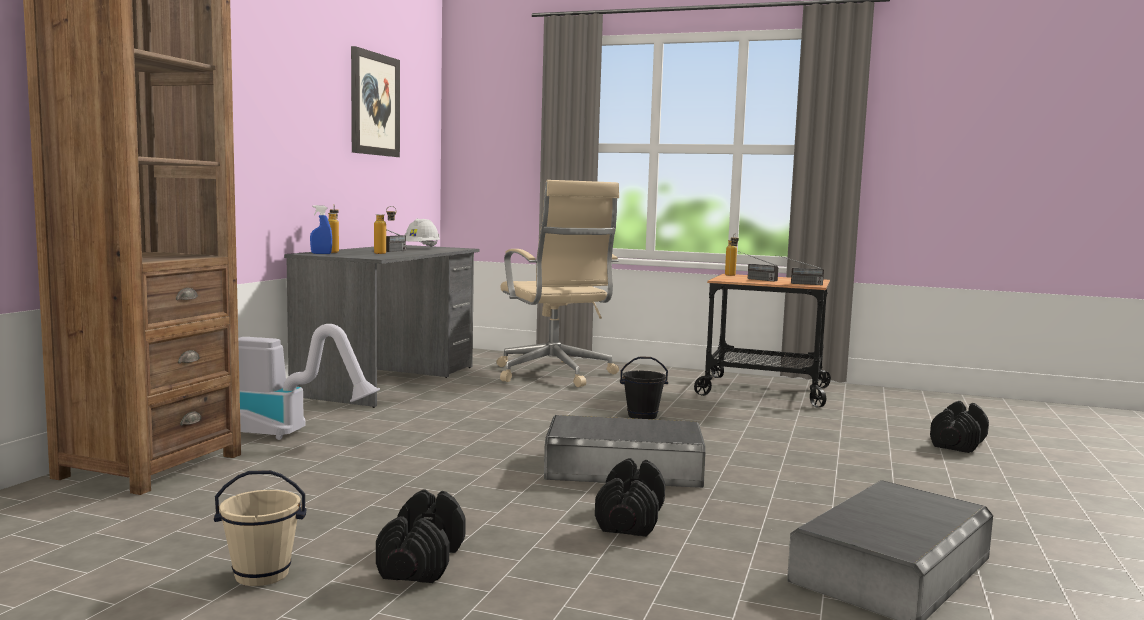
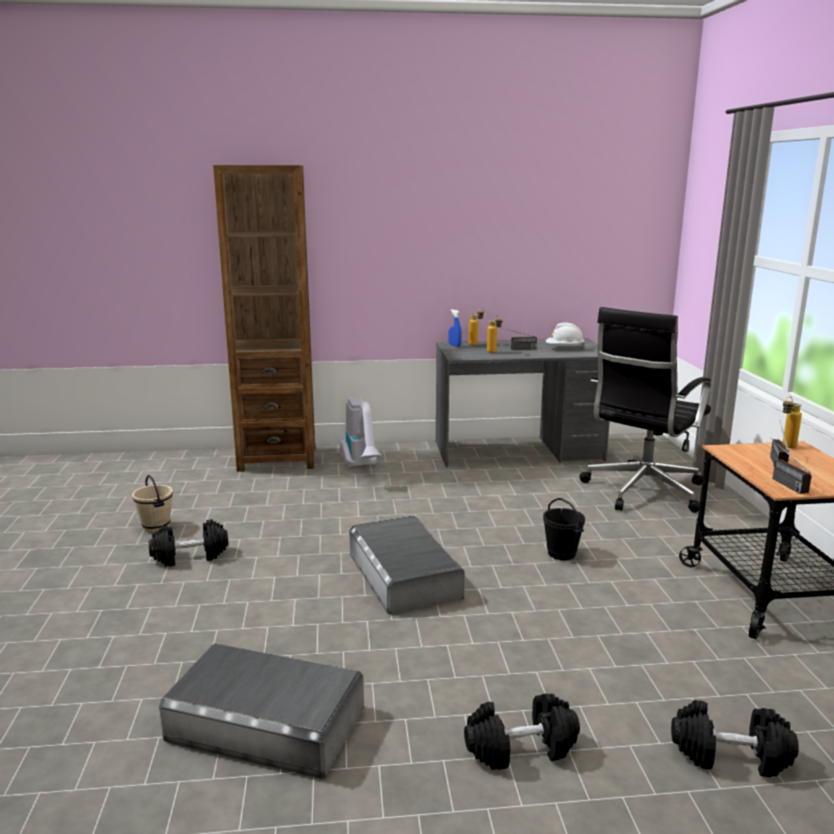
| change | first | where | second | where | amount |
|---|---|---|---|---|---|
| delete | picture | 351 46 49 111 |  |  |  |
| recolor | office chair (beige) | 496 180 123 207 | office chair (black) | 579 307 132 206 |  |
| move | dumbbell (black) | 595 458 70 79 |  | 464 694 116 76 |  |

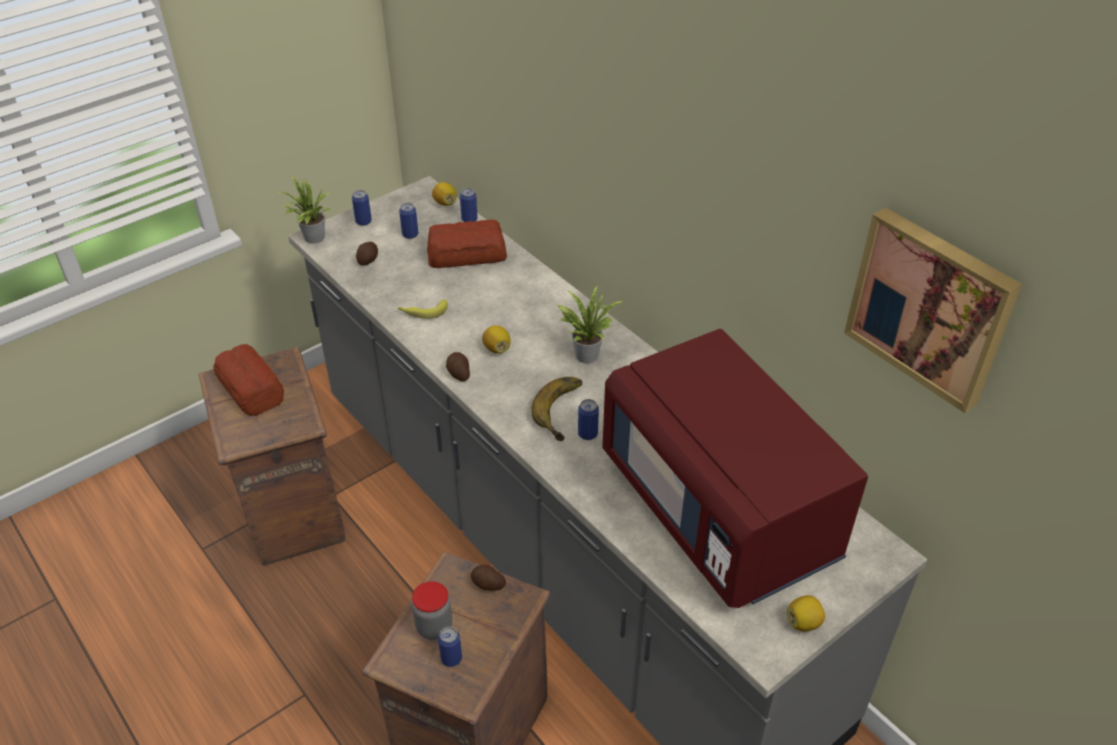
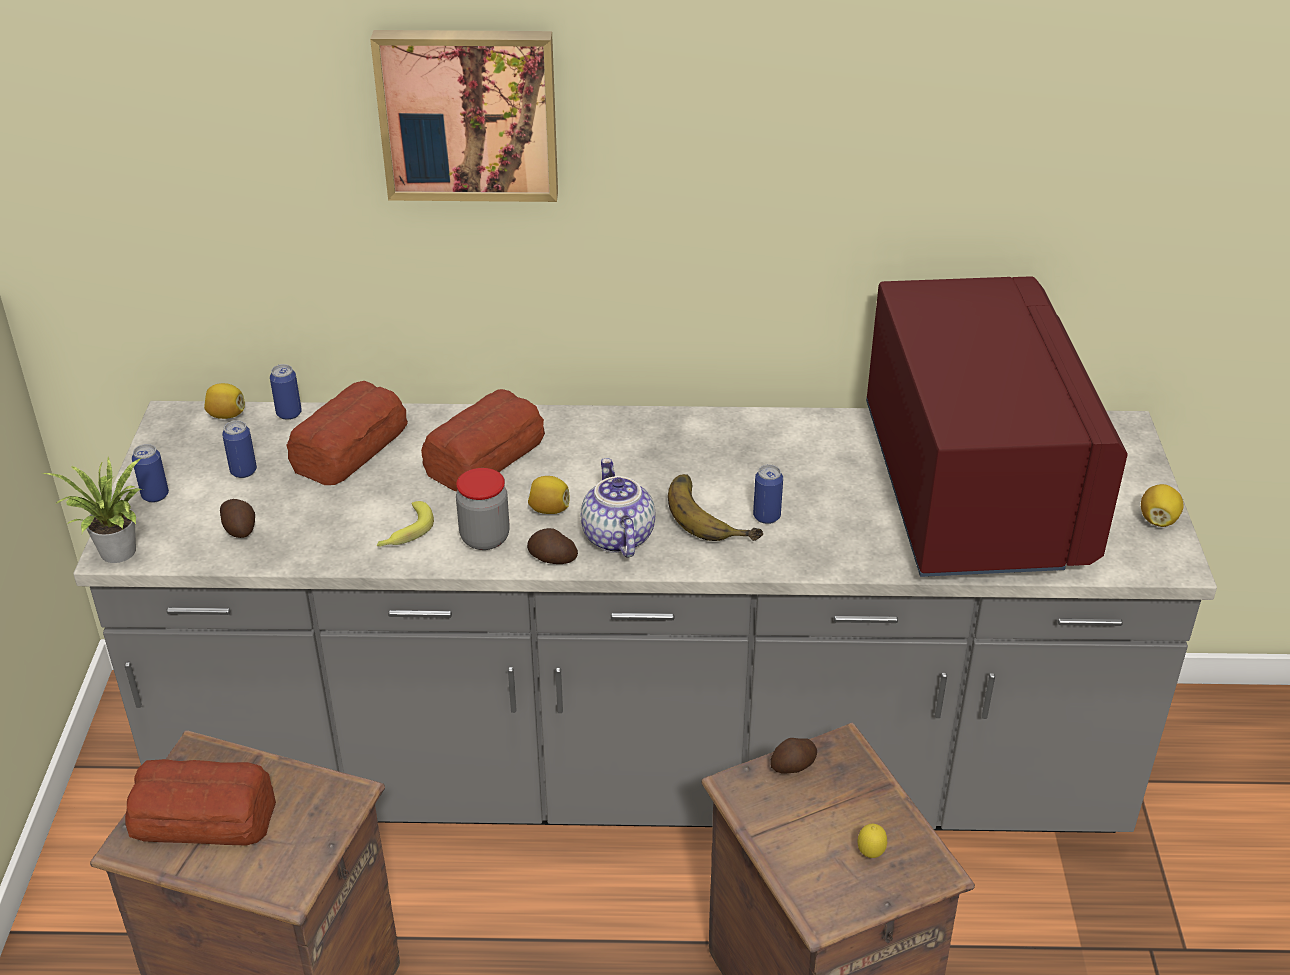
| change | first | where | second | where | amount |
|---|---|---|---|---|---|
| move | picture | 844 207 178 206 |  | 370 30 188 172 |  |
| delete | potted plant | 558 286 65 77 |  |  |  |
| rotate | microwave (red) | 602 329 266 279 |  | 866 276 262 301 | 105 degrees counterclockwise |
| move | jar | 412 581 40 59 |  | 456 468 54 82 |  |
| replace | can | 438 627 24 40 | lemon | 858 824 29 34 |  |
| insert |  |  | bread | 421 389 124 102 |  |
| insert |  |  | teapot | 581 458 74 100 |  |

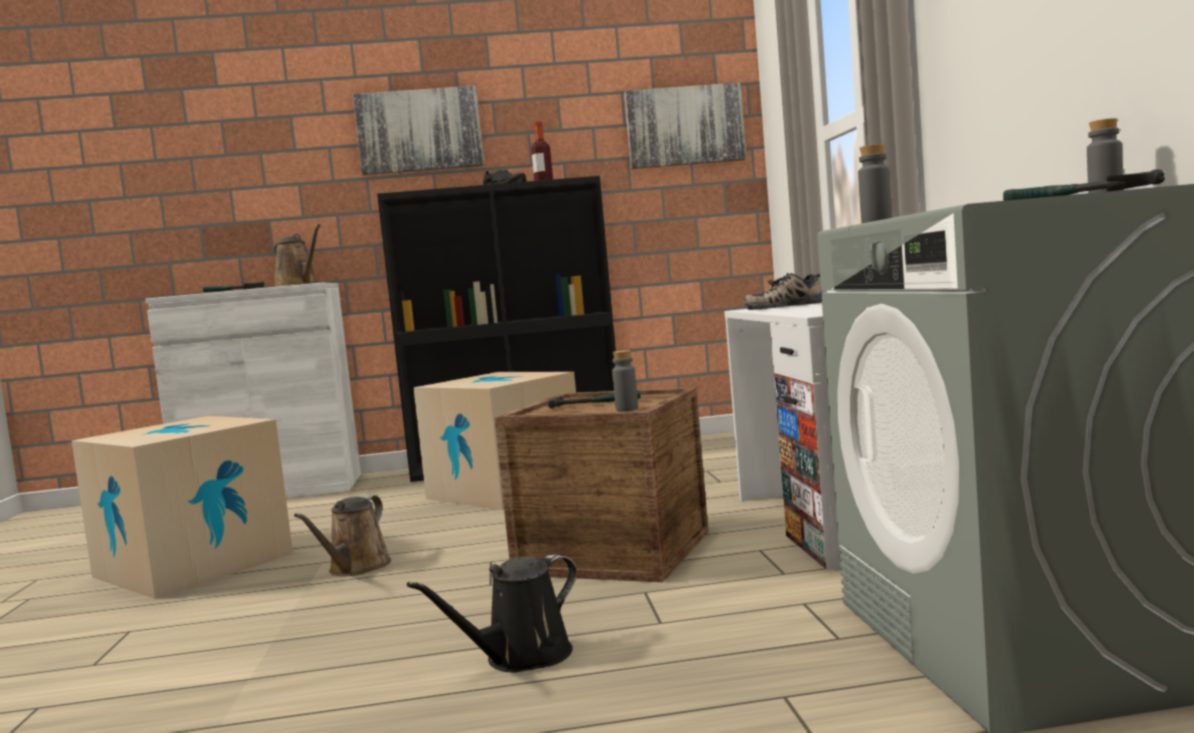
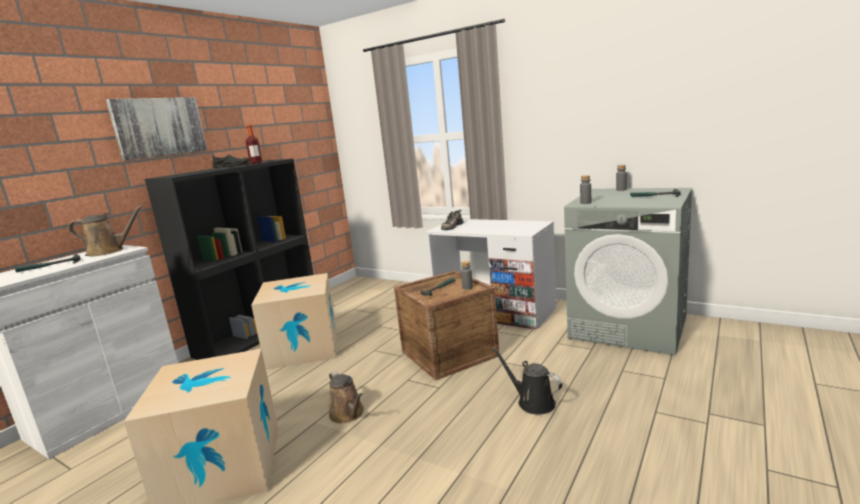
| change | first | where | second | where | amount |
|---|---|---|---|---|---|
| delete | picture | 624 83 122 86 |  |  |  |
| rotate | watering can (black) | 407 555 170 118 |  | 492 347 70 67 | 135 degrees clockwise |

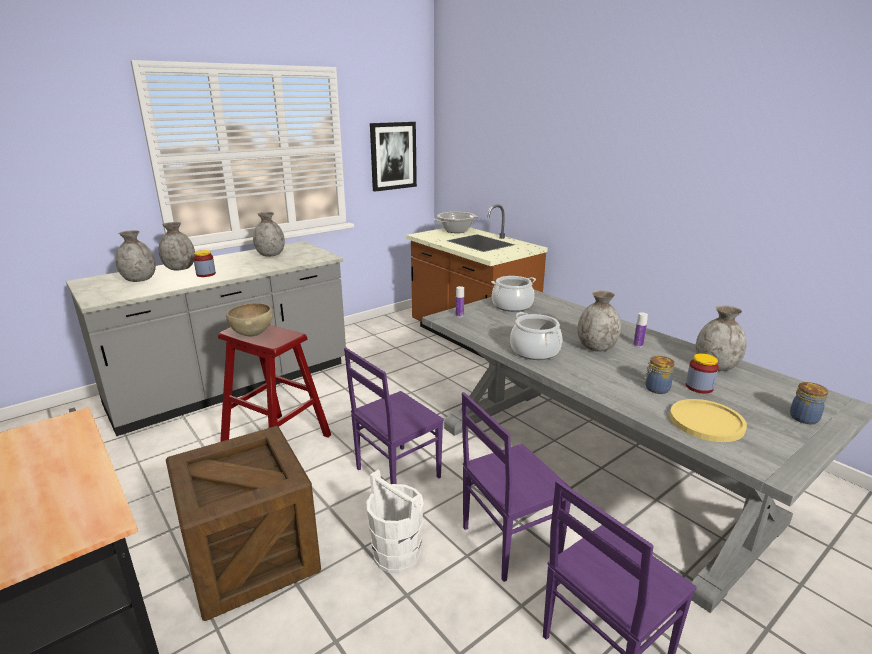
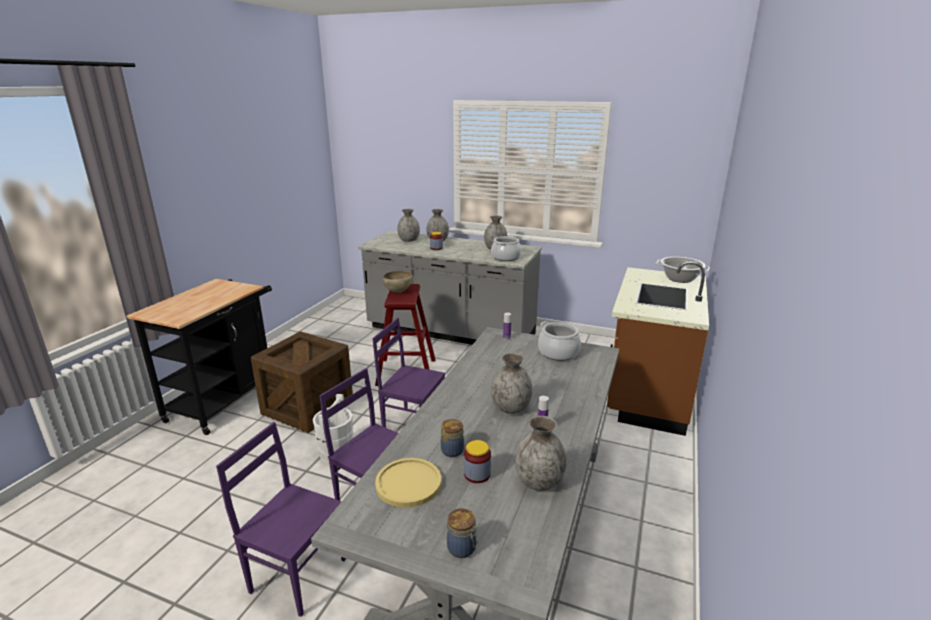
| change | first | where | second | where | amount |
|---|---|---|---|---|---|
| delete | picture | 370 122 47 70 |  |  |  |
| move | cooking pot | 510 312 52 48 |  | 491 235 30 26 |  |

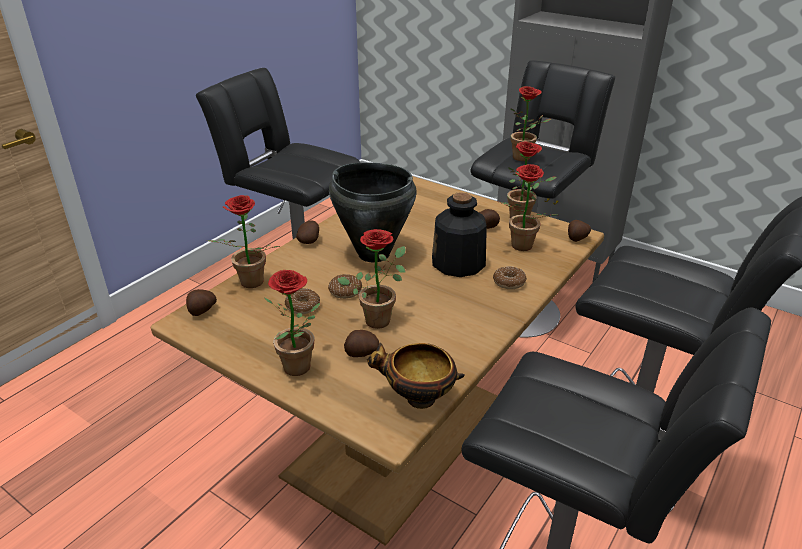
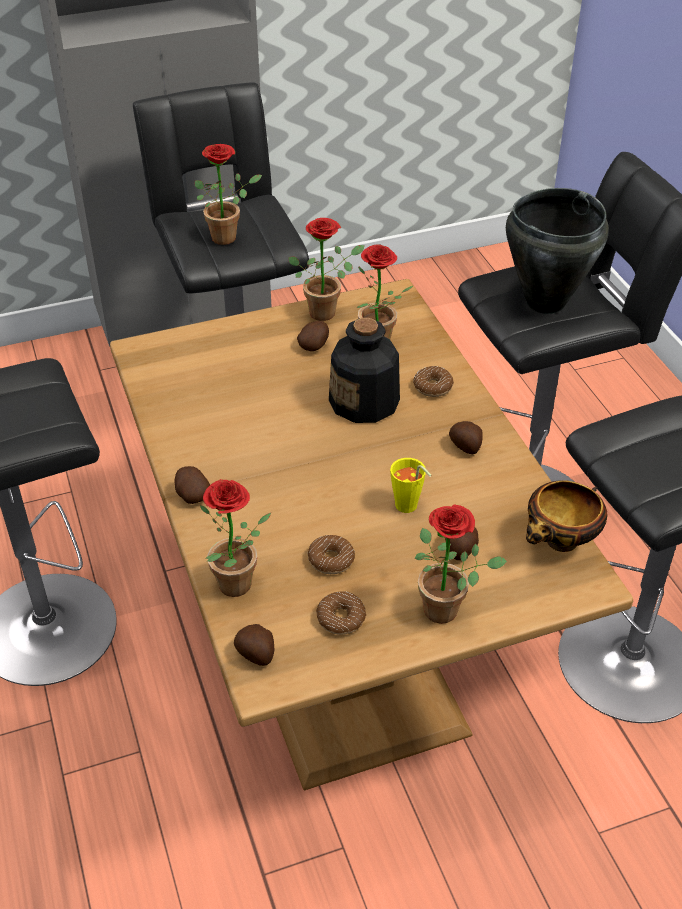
| change | first | where | second | where | amount |
|---|---|---|---|---|---|
| move | cooking pot (black) | 329 162 88 100 |  | 506 188 103 126 |  |
| move | potato | 568 220 23 22 |  | 449 421 34 33 |  |
| replace | potted plant | 337 229 69 100 | cup (yellow) | 390 458 42 55 |  |
| move | donut | 328 274 34 25 |  | 316 591 50 44 |  |

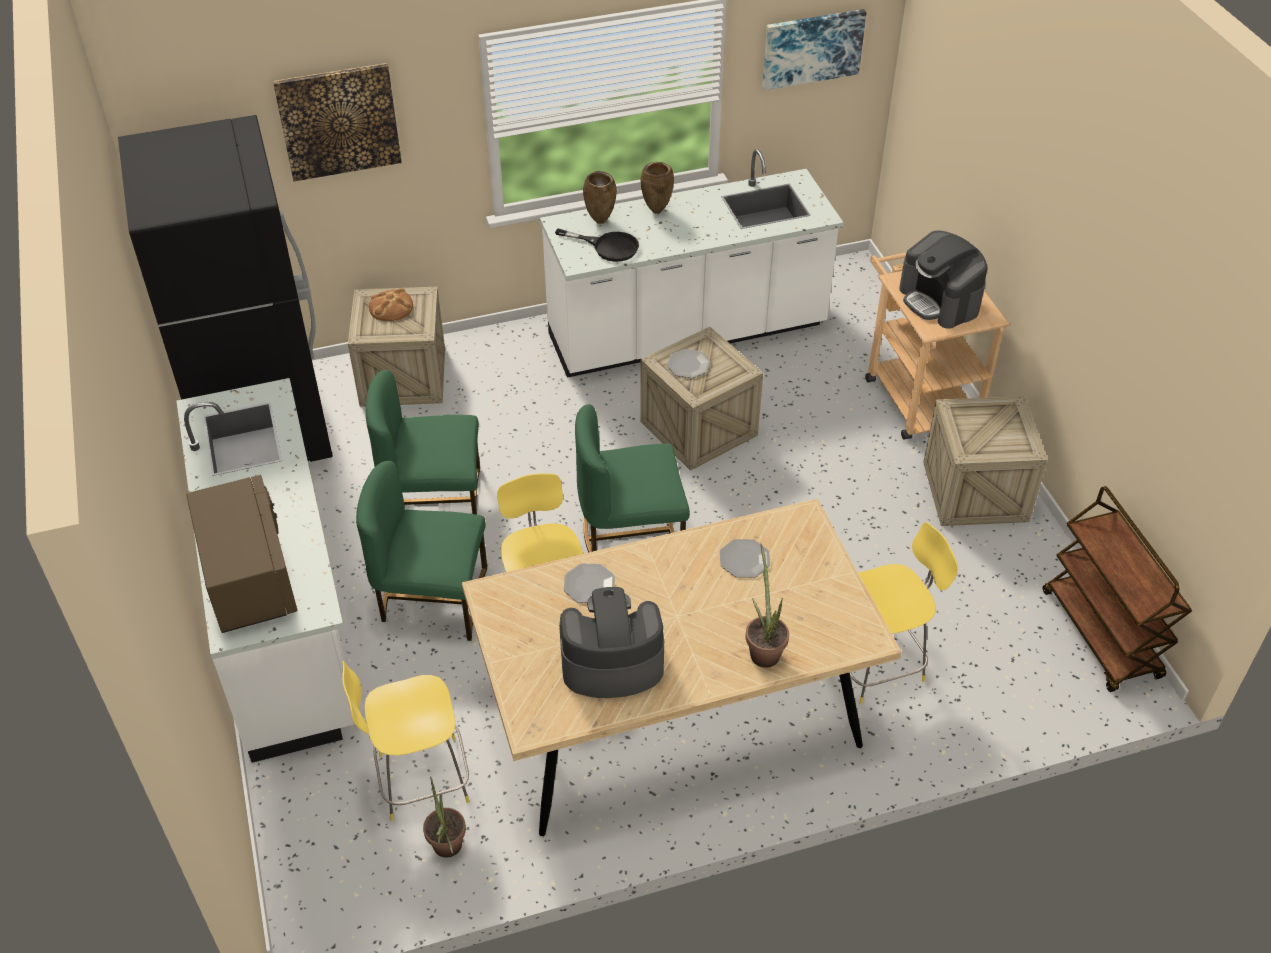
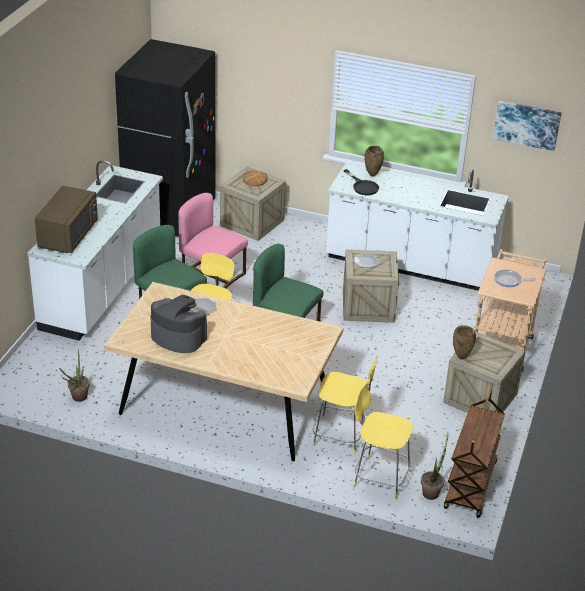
| change | first | where | second | where | amount |
|---|---|---|---|---|---|
| delete | picture | 273 63 129 118 |  |  |  |
| move | vase (brown) | 641 162 33 52 |  | 453 325 23 34 |  |
| replace | coffee machine | 899 231 89 98 | frying pan | 494 269 42 18 |  |
| recolor | chair (green) | 366 370 114 145 | chair (pink) | 178 193 70 95 |  |
| delete | plate | 720 539 50 38 |  |  |  |
| move | potted plant | 746 543 43 124 |  | 421 434 27 66 |  |
| move | stool (yellow) | 342 661 127 160 |  | 354 383 59 117 |  |

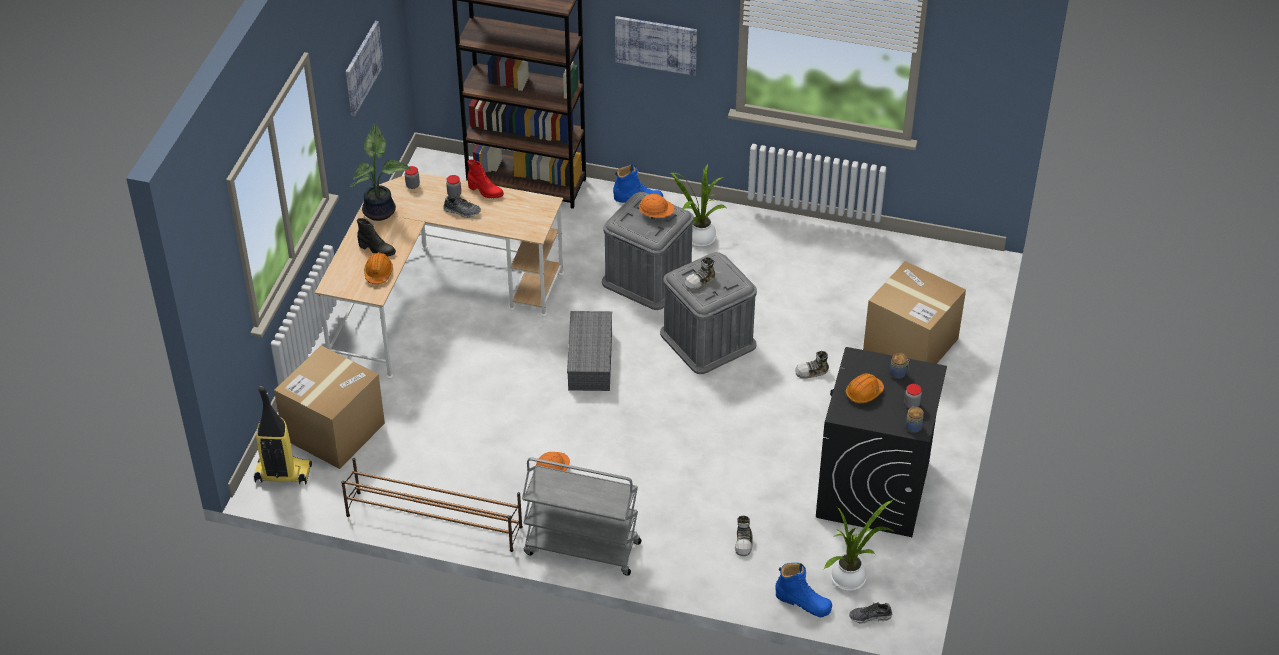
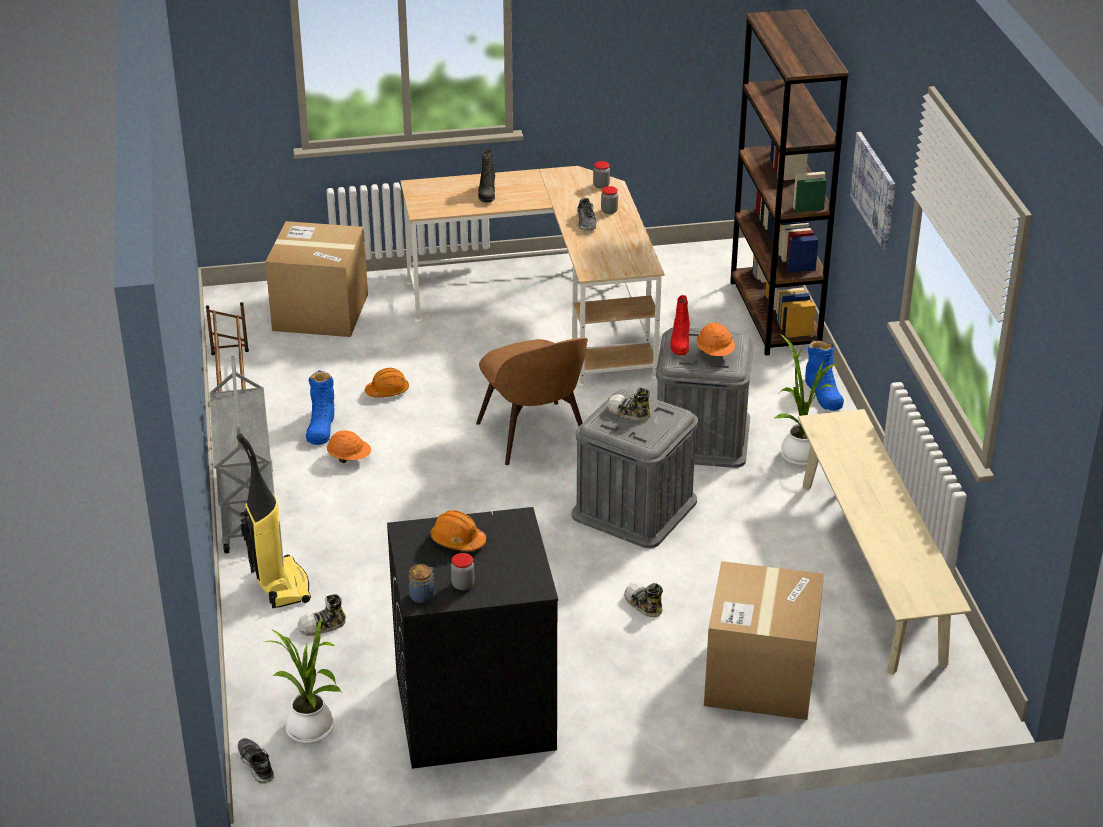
| change | first | where | second | where | amount |
|---|---|---|---|---|---|
| delete | picture | 346 21 38 95 |  |  |  |
| delete | potted plant | 350 124 61 97 |  |  |  |
| move | boot (red) | 467 160 37 38 |  | 670 295 20 60 |  |
| move | hard hat (orange) | 364 252 29 32 |  | 365 368 44 30 |  |
| replace | storage box (grey) | 567 311 45 80 | chair (brown) | 476 338 112 127 |  |
| delete | jar | 890 353 19 26 |  |  |  |
| move | vacuum cleaner | 254 386 58 98 |  | 237 434 74 174 |  |
| move | boot (blue) | 775 563 57 54 |  | 306 371 29 74 |  |
| insert |  |  | bench (beige) | 798 409 173 266 |  |

